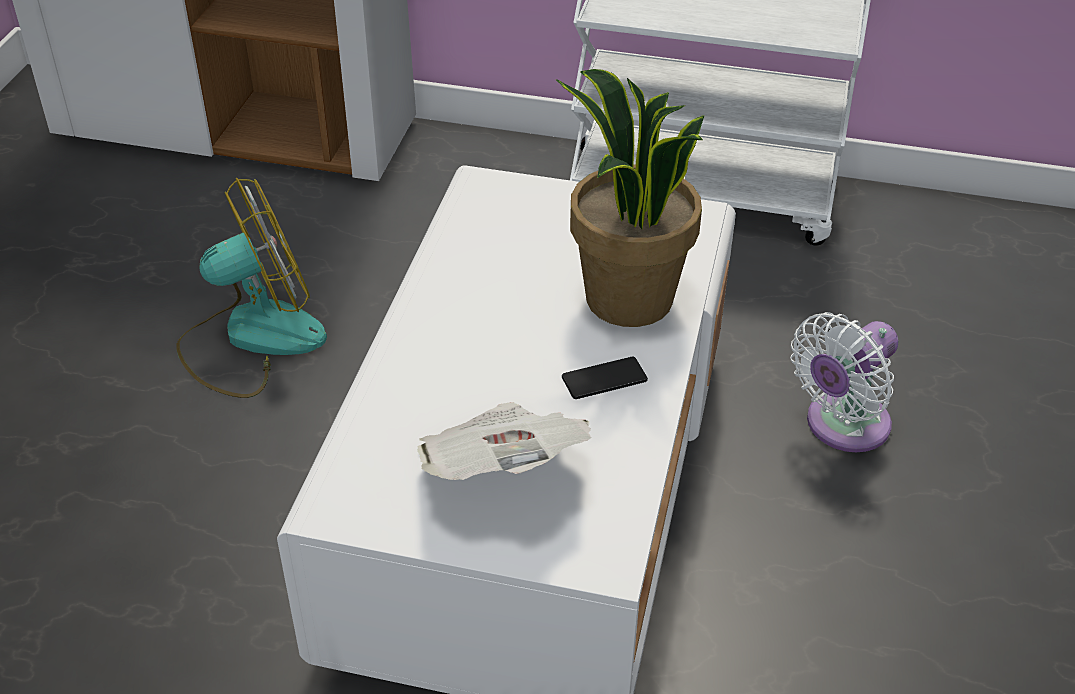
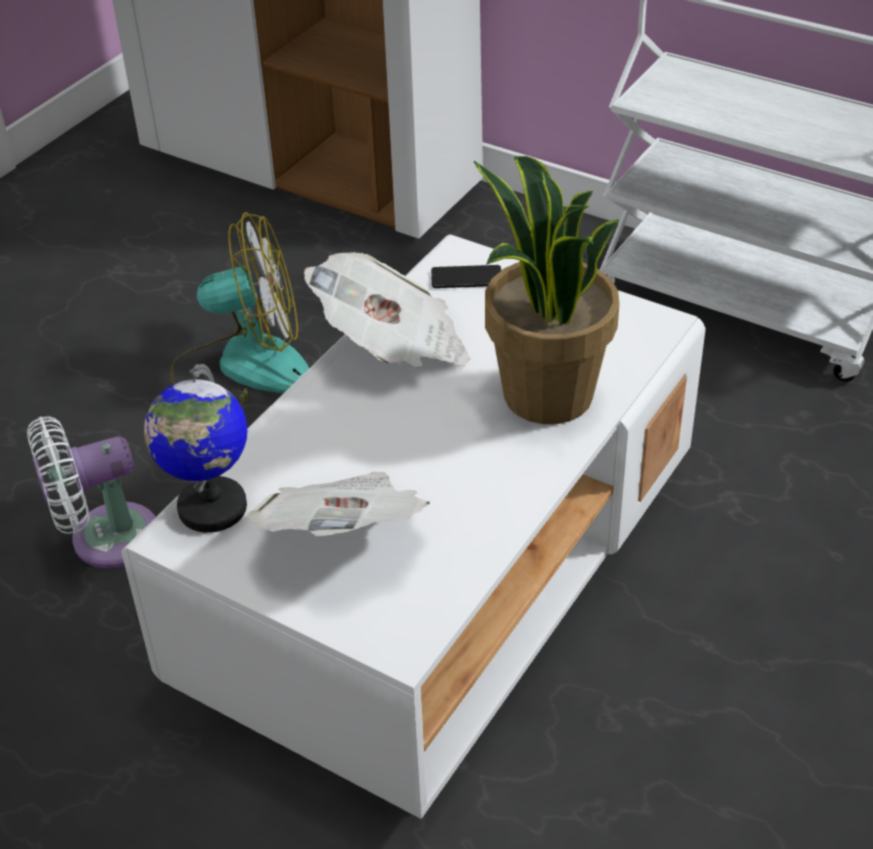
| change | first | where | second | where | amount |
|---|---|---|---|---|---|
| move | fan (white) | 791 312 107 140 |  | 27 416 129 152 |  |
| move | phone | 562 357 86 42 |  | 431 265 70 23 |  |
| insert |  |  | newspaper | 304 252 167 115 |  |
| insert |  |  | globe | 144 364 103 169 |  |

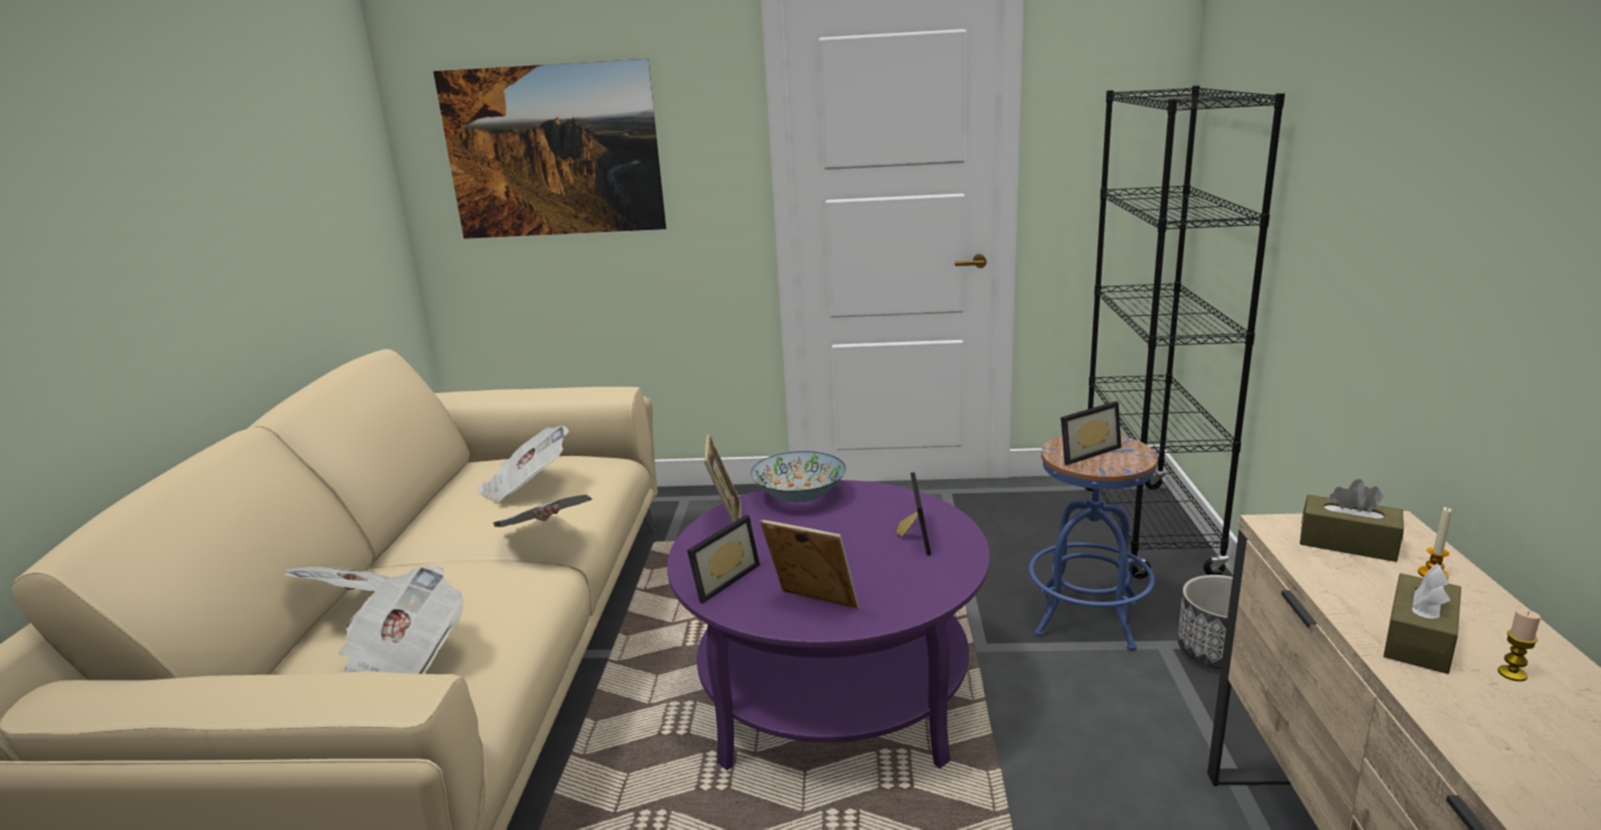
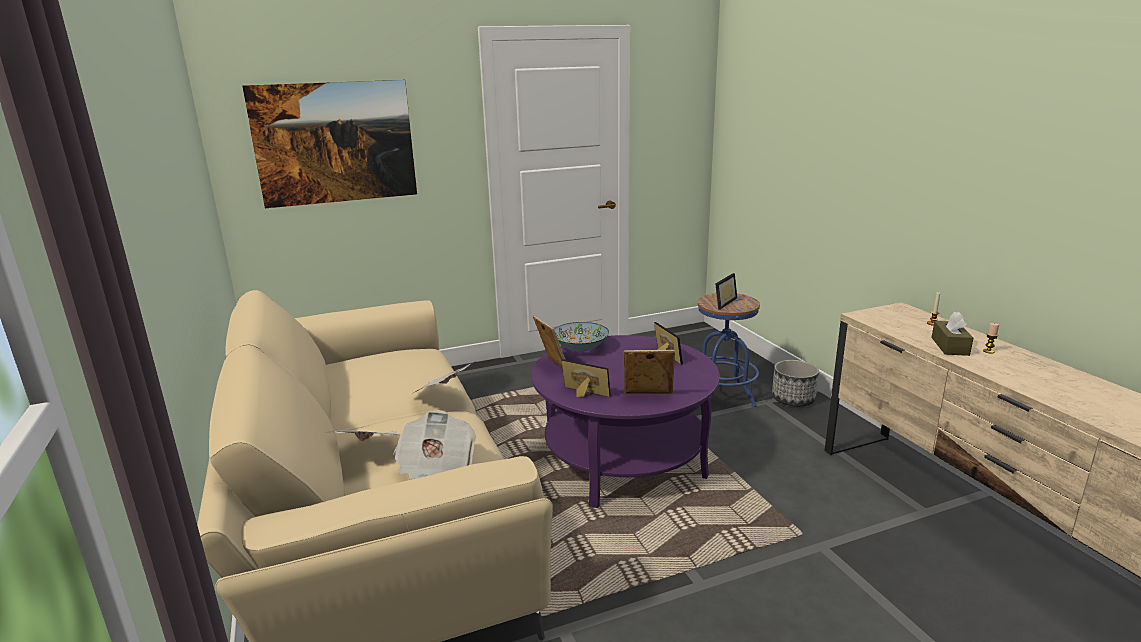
| change | first | where | second | where | amount |
|---|---|---|---|---|---|
| delete | bookcase (black) | 1085 86 200 493 |  |  |  |
| delete | newspaper | 477 426 92 76 |  |  |  |
| delete | tissue box (brown) | 1300 479 104 83 |  |  |  |
| rotate | picture frame | 687 515 73 89 |  | 561 359 50 38 | 75 degrees counterclockwise |

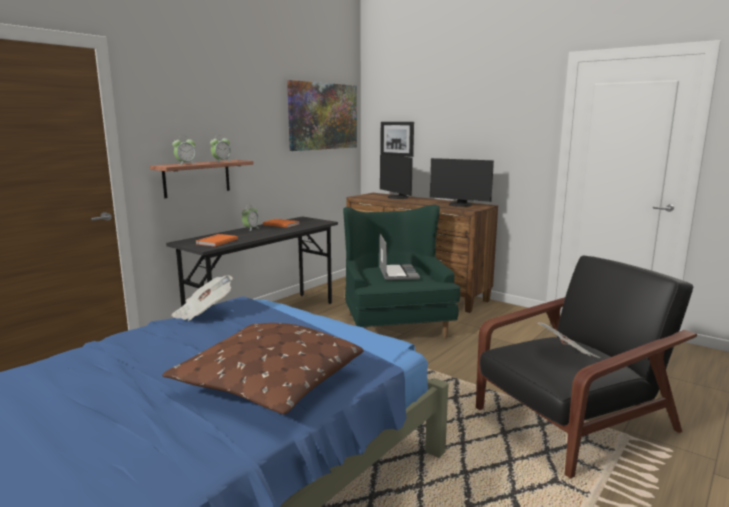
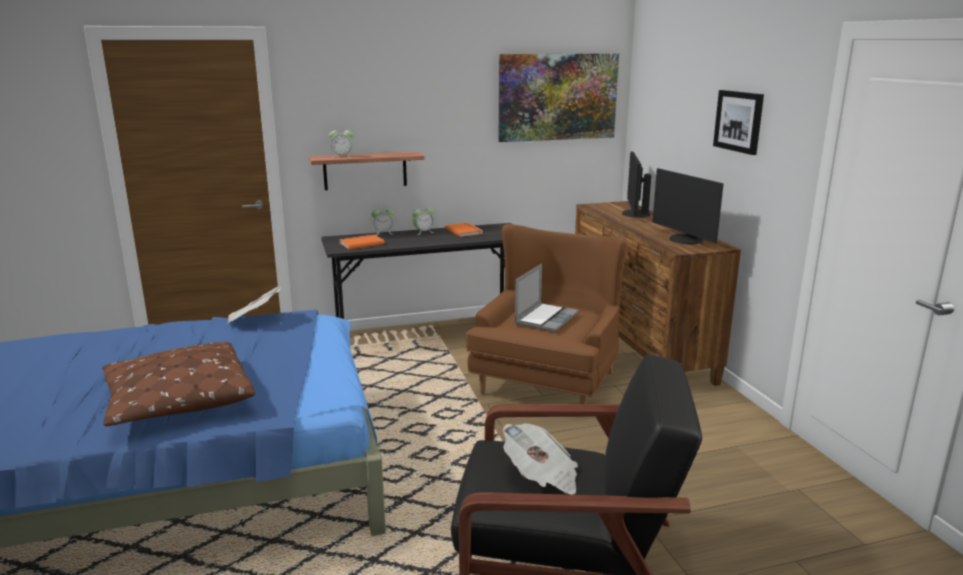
| change | first | where | second | where | amount |
|---|---|---|---|---|---|
| move | picture | 380 122 34 35 |  | 713 90 51 65 |  |
| move | alarm clock | 210 135 22 28 |  | 371 205 23 30 |  |
| recolor | armchair (green) | 343 205 118 133 | armchair (brown) | 466 224 161 180 |  |

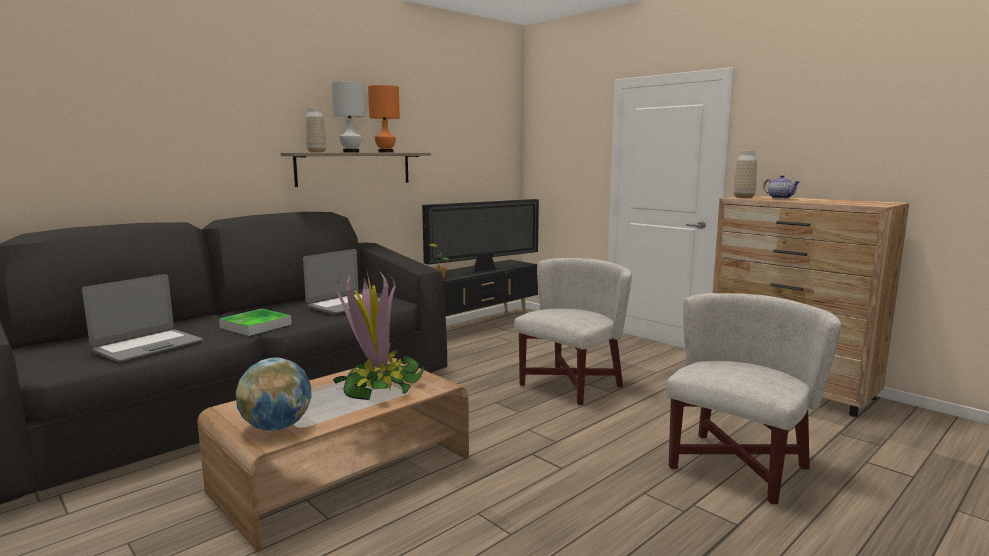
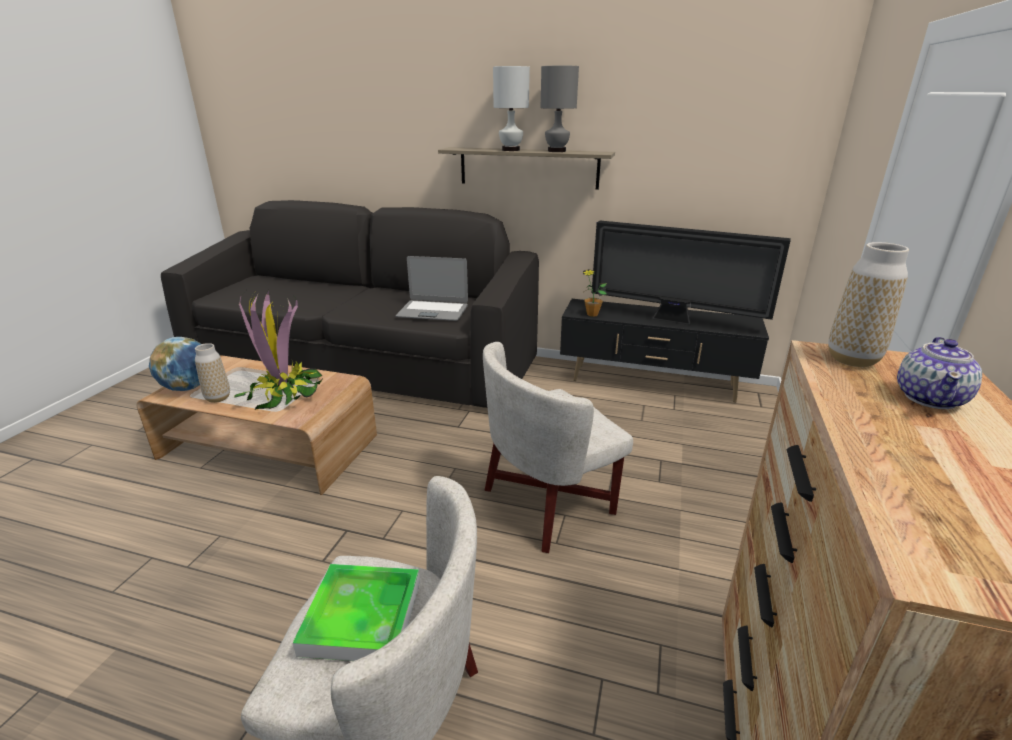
| change | first | where | second | where | amount |
|---|---|---|---|---|---|
| recolor | table lamp (orange) | 368 85 32 68 | table lamp (grey) | 541 66 38 86 |  |
| move | vase | 306 107 20 45 |  | 195 343 35 60 |  |
| rotate | armchair (white) | 514 258 118 147 |  | 483 342 150 211 | 135 degrees clockwise |
| delete | laptop | 82 274 121 88 |  |  |  |
| move | tray | 219 309 73 27 |  | 293 564 127 97 |  |

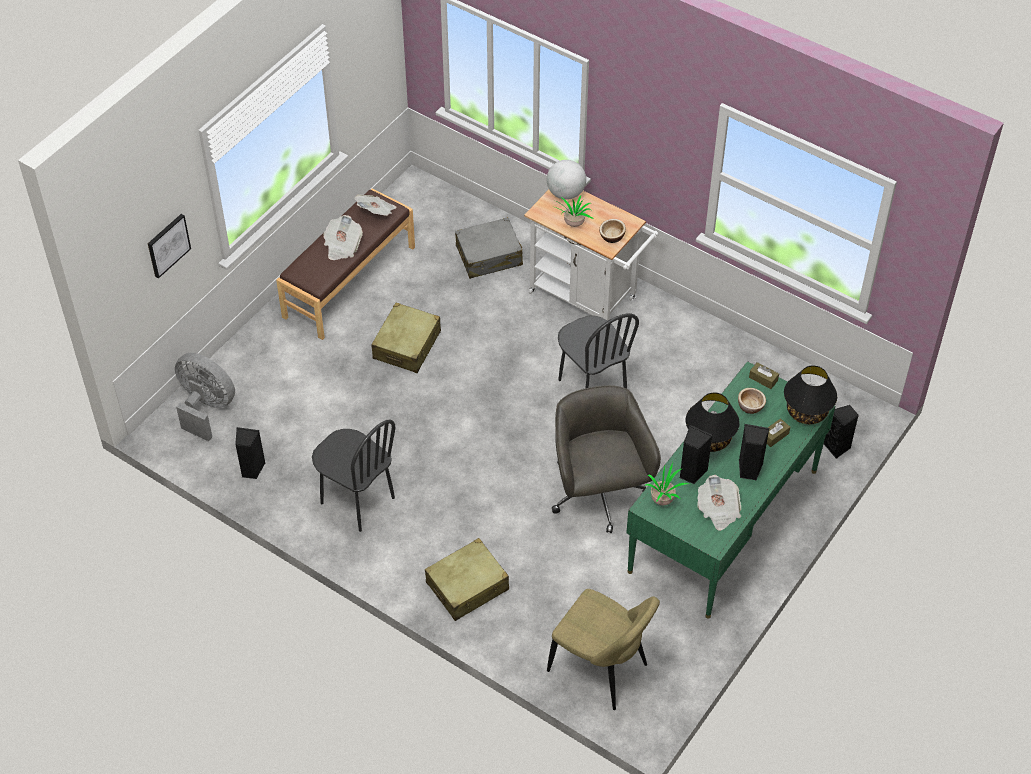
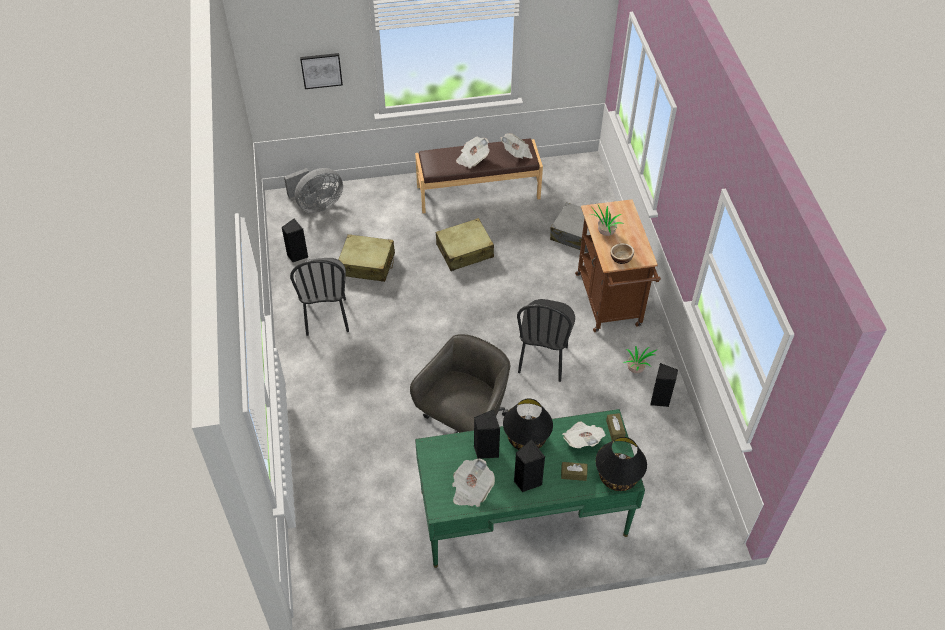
| change | first | where | second | where | amount |
|---|---|---|---|---|---|
| delete | globe | 547 160 39 40 |  |  |  |
| recolor | cart (white) | 524 190 134 130 | cart (brown) | 575 199 86 133 |  |
| rotate | fan (grey) | 175 353 60 88 |  | 284 168 59 45 | 75 degrees clockwise |
| replace | bowl | 738 388 28 26 | newspaper | 562 421 44 27 |  |
| move | speaker (black) | 824 405 35 54 |  | 650 363 28 44 |  |
| move | potted plant | 644 462 45 43 |  | 623 346 33 27 |  |
| move | suitcase (beige) | 425 538 84 83 |  | 338 234 57 48 |  |
| delete | chair (beige) | 547 589 113 121 |  |  |  |

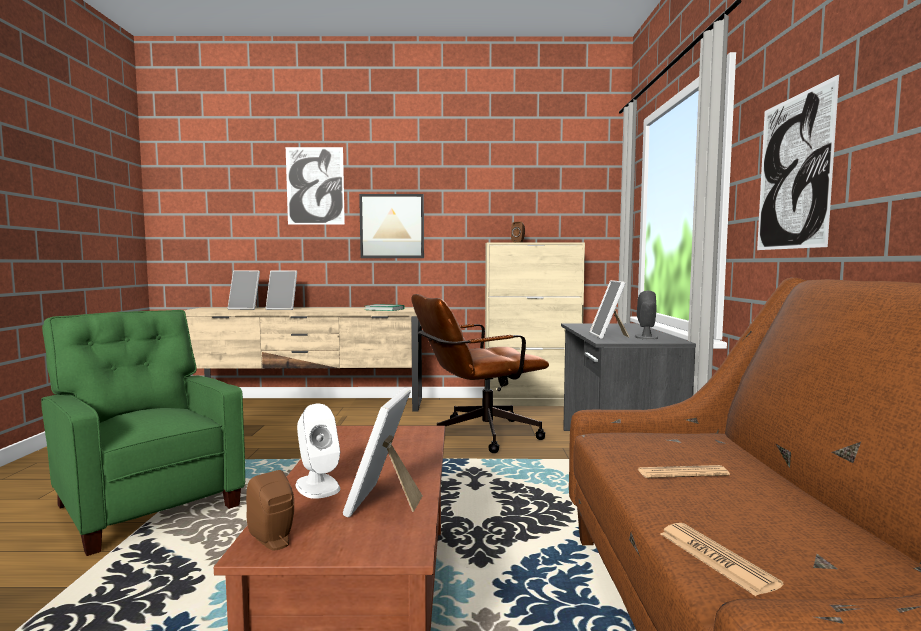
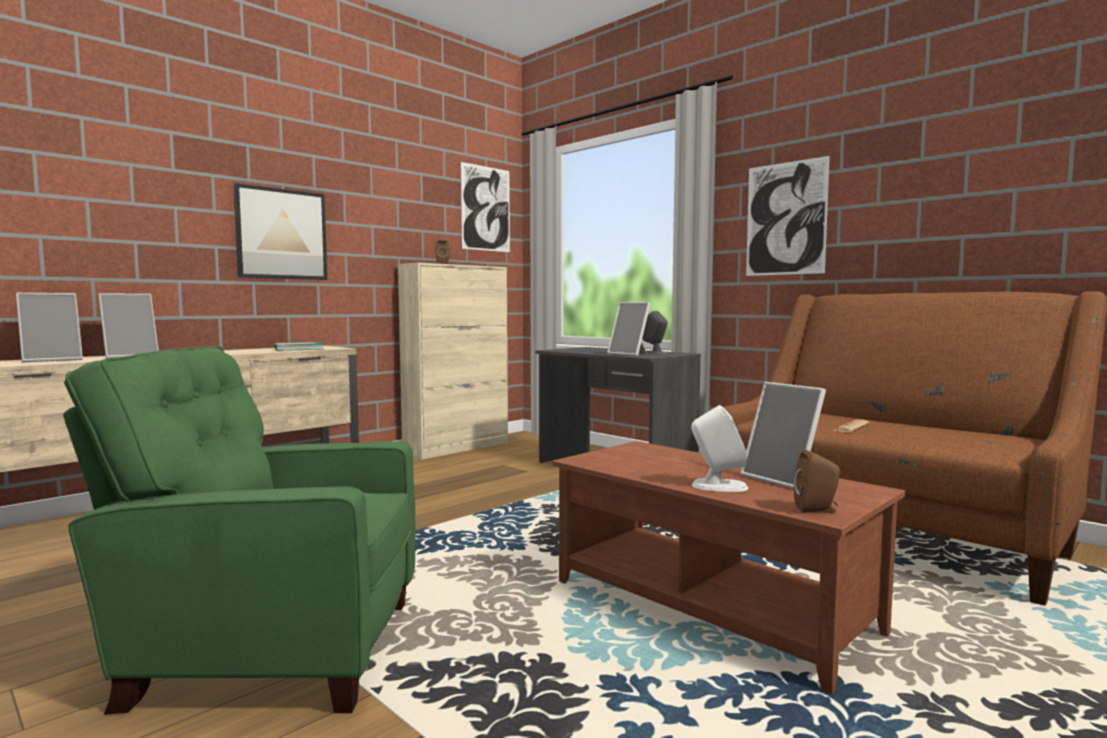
| change | first | where | second | where | amount |
|---|---|---|---|---|---|
| move | picture | 286 147 59 78 |  | 461 162 49 90 |  |
| delete | office chair (brown) | 411 294 138 159 |  |  |  |
| delete | newspaper | 660 523 123 73 |  |  |  |

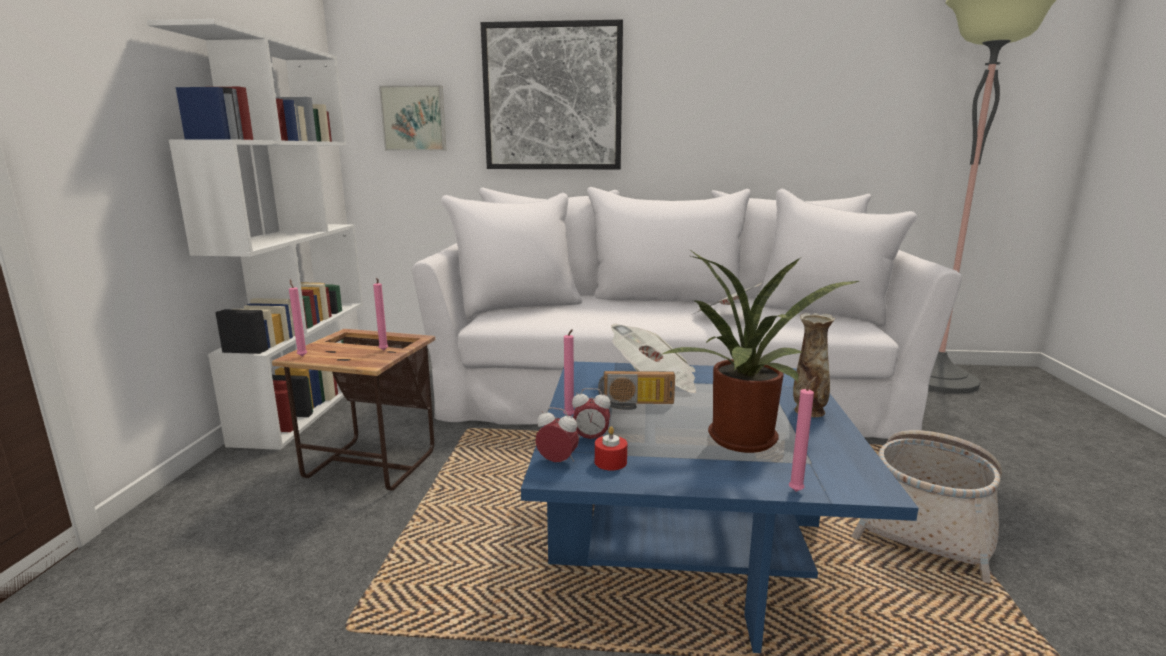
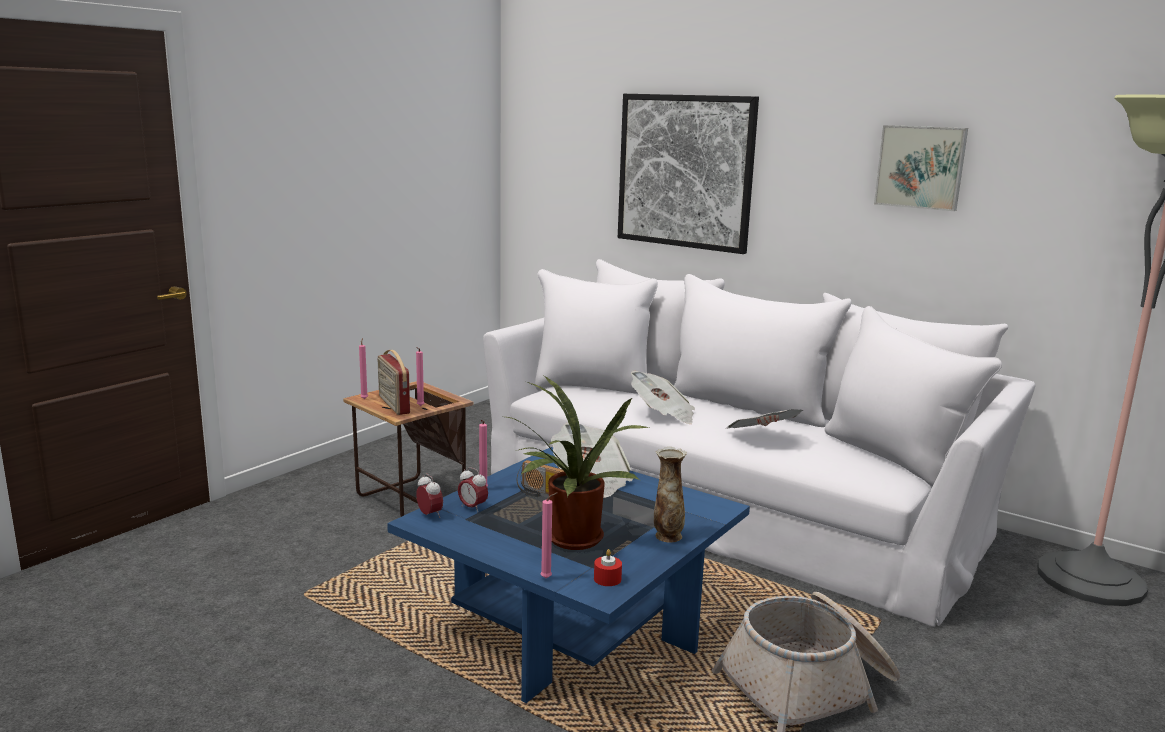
| change | first | where | second | where | amount |
|---|---|---|---|---|---|
| delete | bookcase (white) | 147 19 216 431 |  |  |  |
| move | picture | 379 85 68 66 |  | 874 125 94 86 |  |
| move | candle (red) | 595 426 32 44 |  | 594 549 28 37 |  |
| insert |  |  | radio | 378 350 32 65 |  |
| insert |  |  | newspaper | 631 371 64 53 |  |

